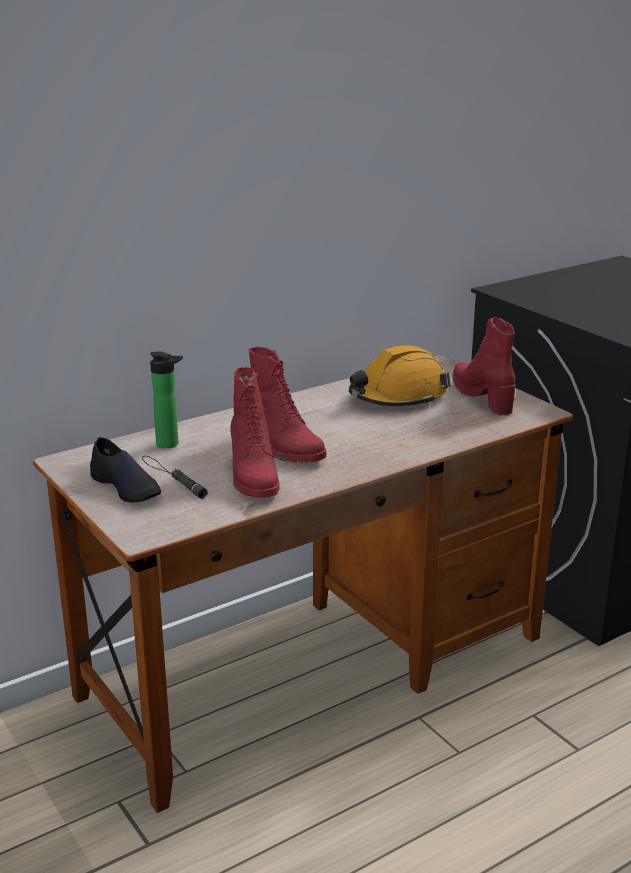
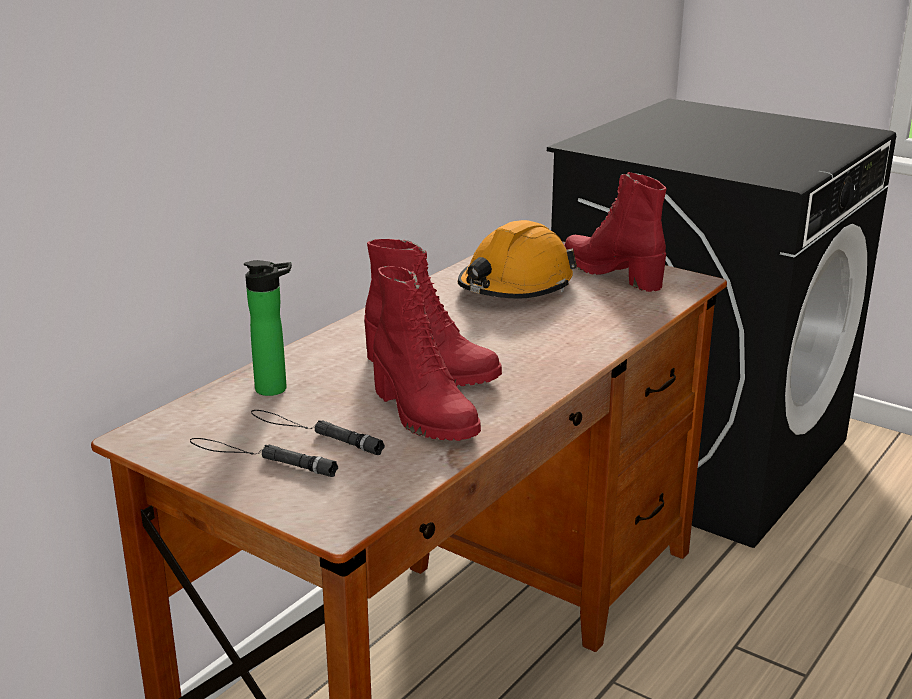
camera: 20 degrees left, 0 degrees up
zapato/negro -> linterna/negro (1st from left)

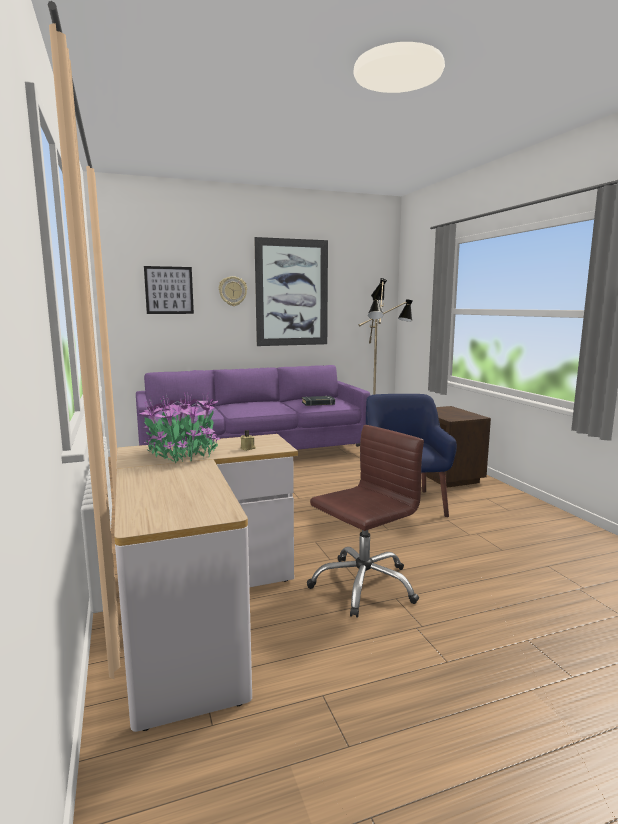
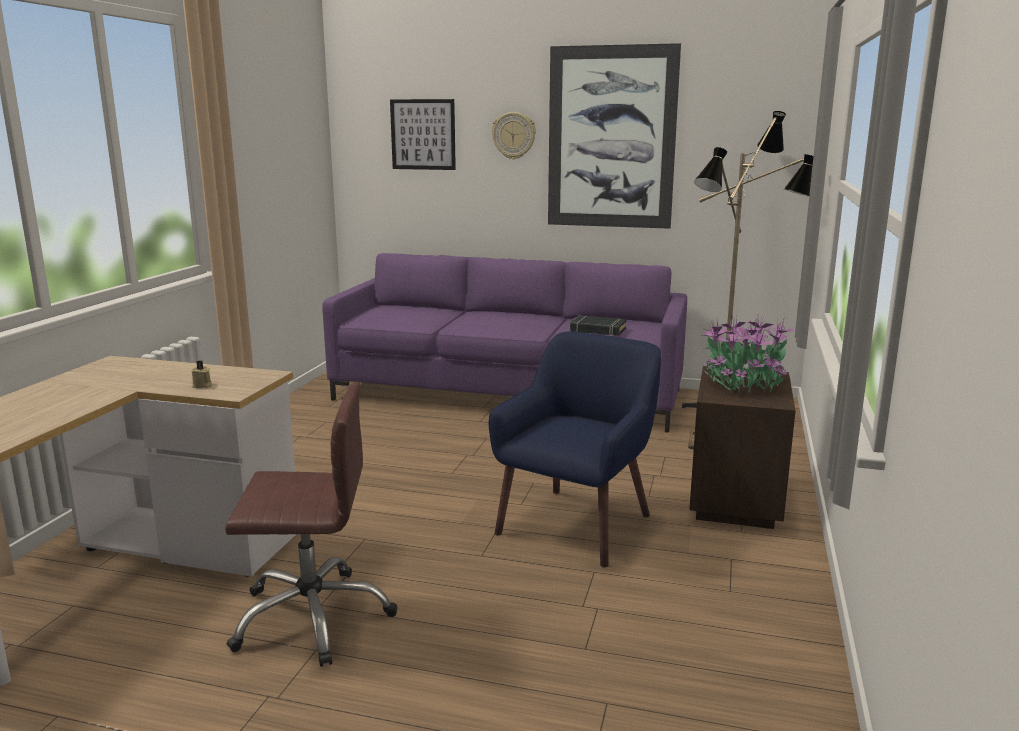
camera: 35 degrees right, 5 degrees up
planta en maceta, move

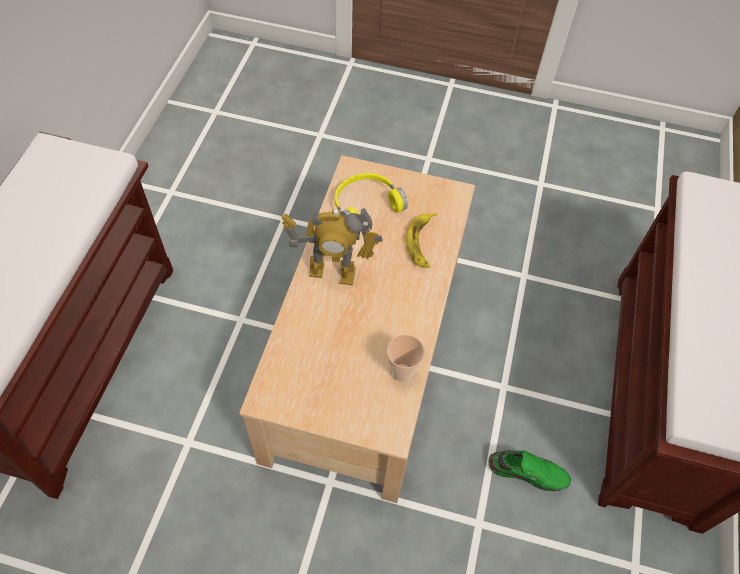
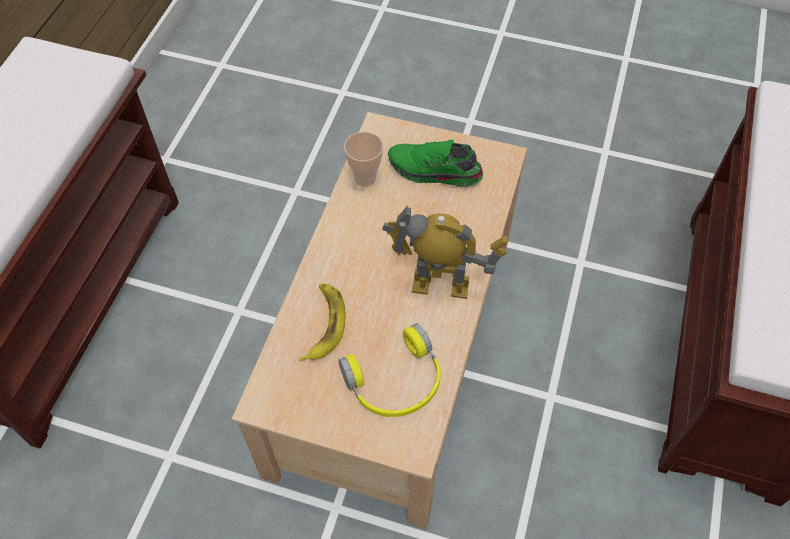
camera: 175 degrees left, 0 degrees up
zapato/verde, move

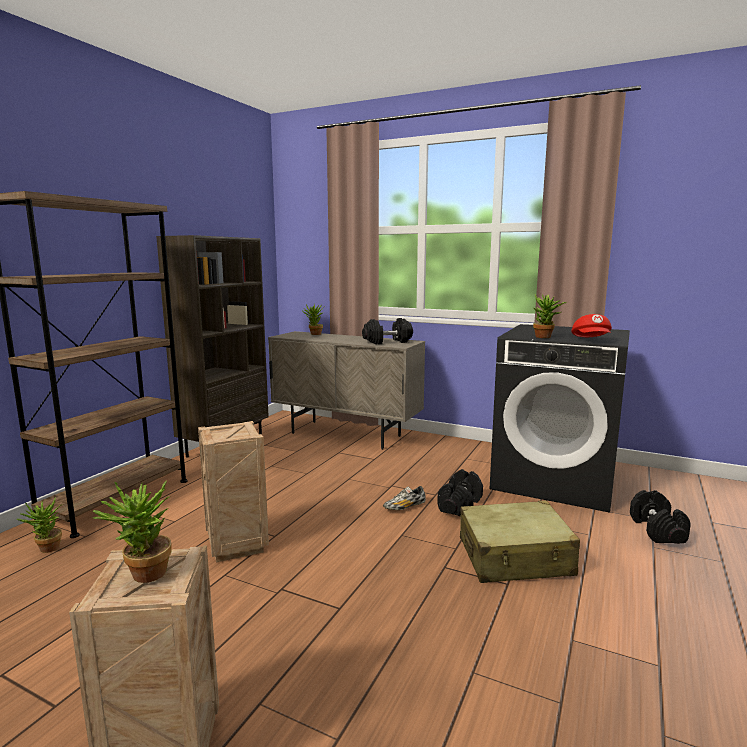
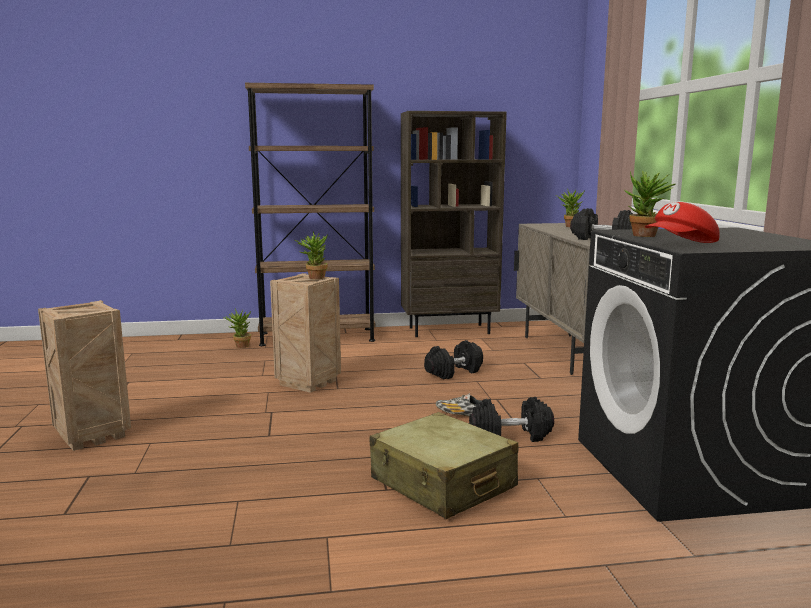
camera: 55 degrees right, 0 degrees up
planta en maceta (2nd from left), move
mancuerna/negro (3rd from left in the first image) -> mancuerna/negro (1st from left), move

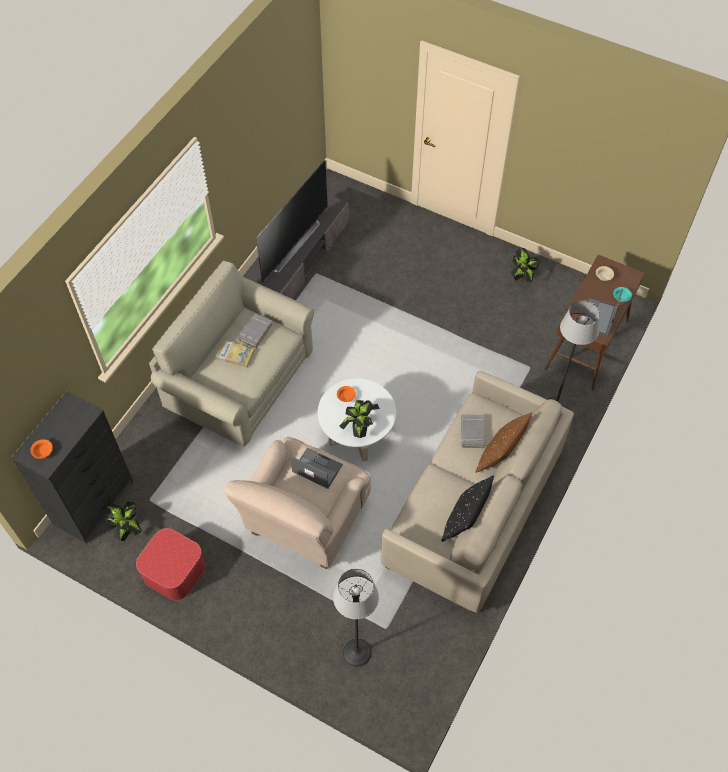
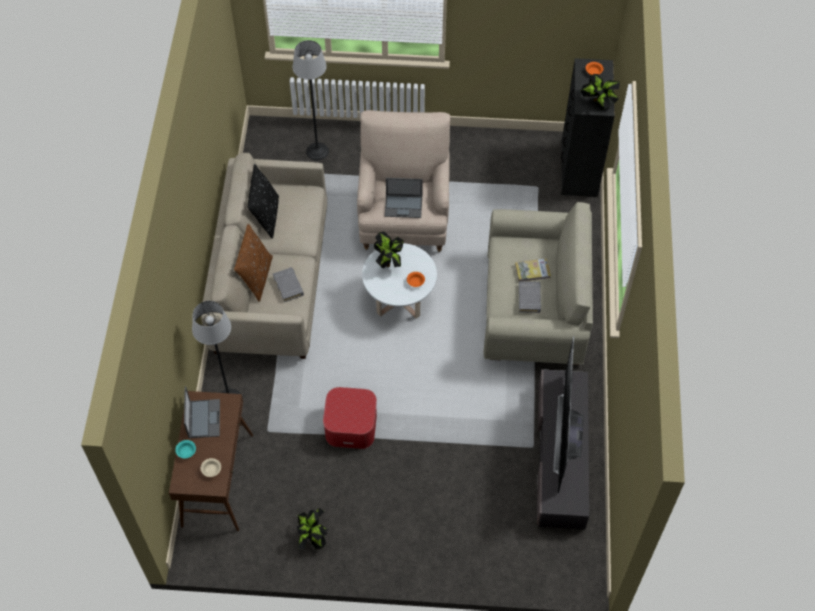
camera: 155 degrees right, 0 degrees up
planta en maceta (1st from left in the first image) -> planta en maceta (3rd from left), move
puf, move

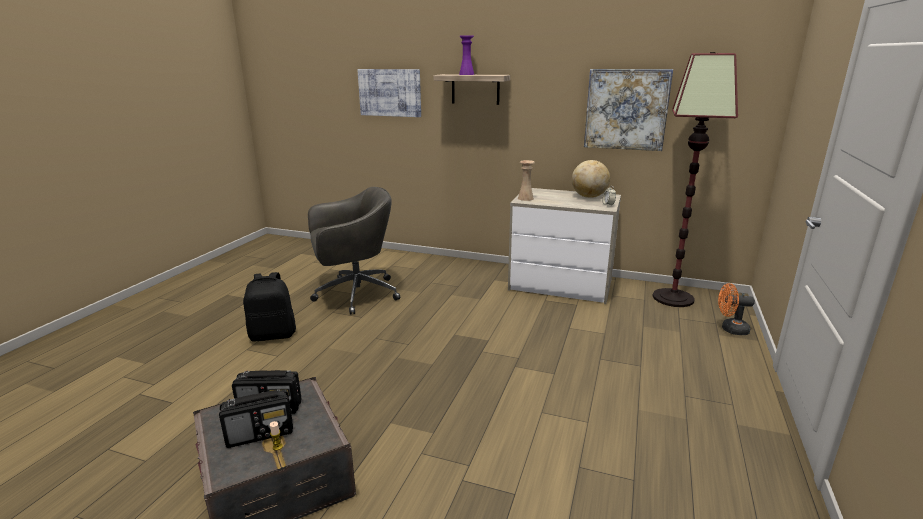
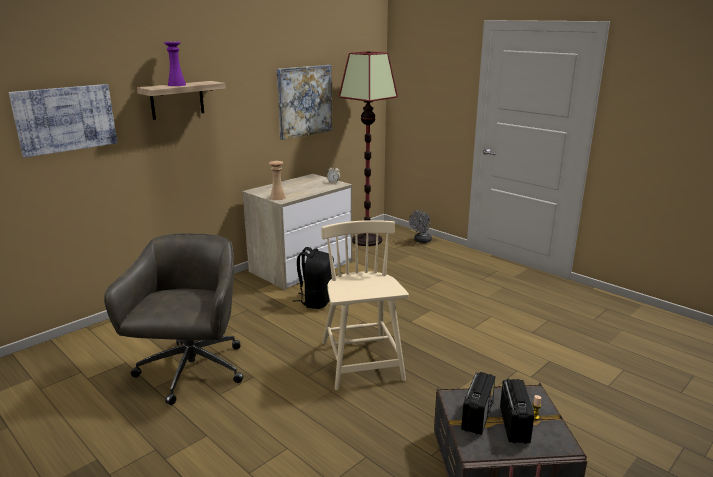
camera: 65 degrees left, 0 degrees up
mochila/negro, move
globo terráqueo -> none
ventilador/naranja -> ventilador/gris
none -> silla/beis

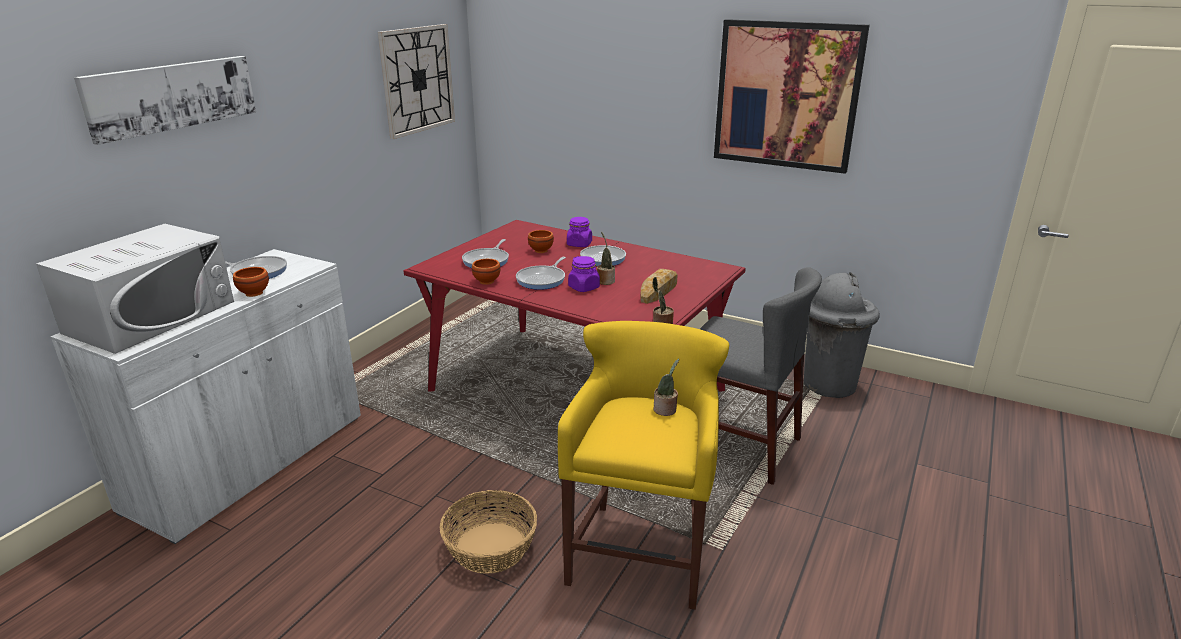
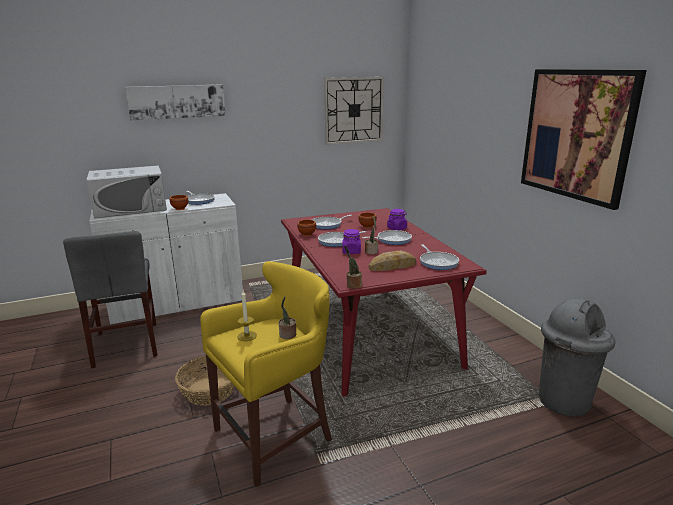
camera: 40 degrees right, 5 degrees down
silla/gris, move
none -> vela
none -> sartén (5th from left)

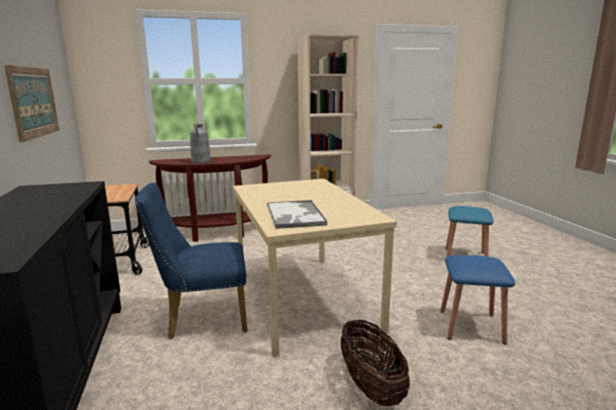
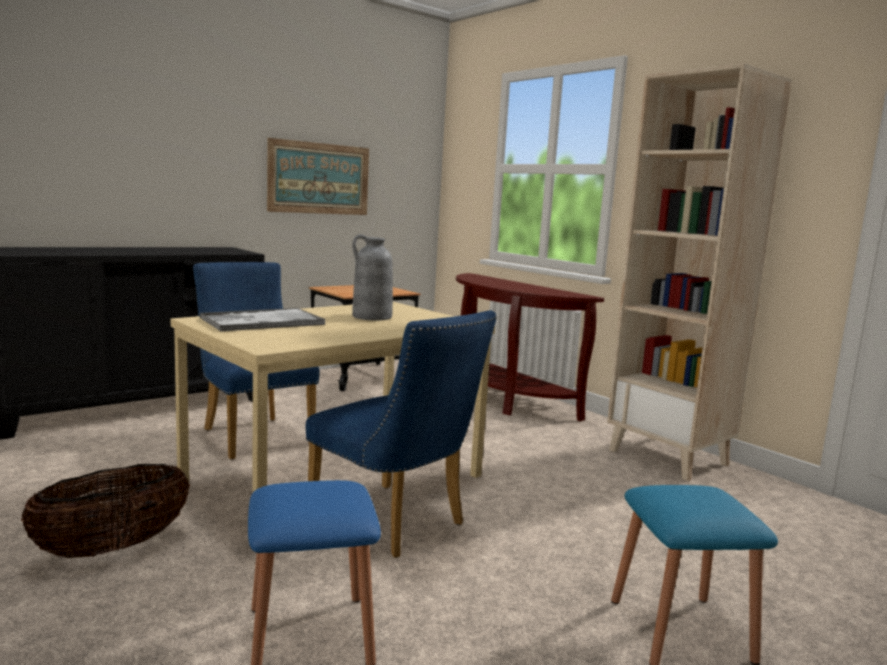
camera: 65 degrees right, 5 degrees down
florero/gris, move
none -> silla/azul (2nd from left)

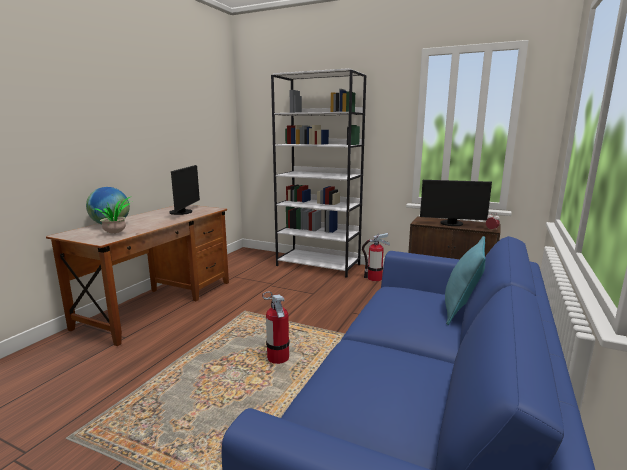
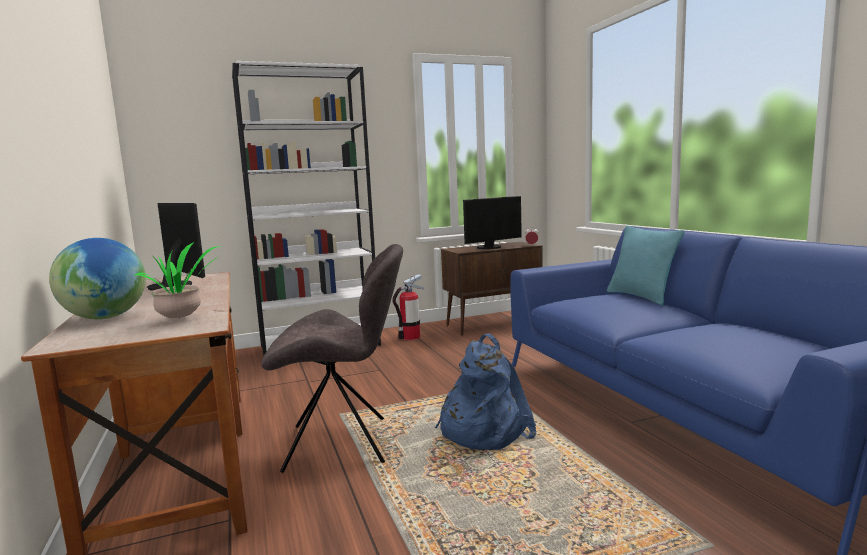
camera: 45 degrees left, 5 degrees down
extintor (1st from left) -> mochila/azul
none -> silla/gris

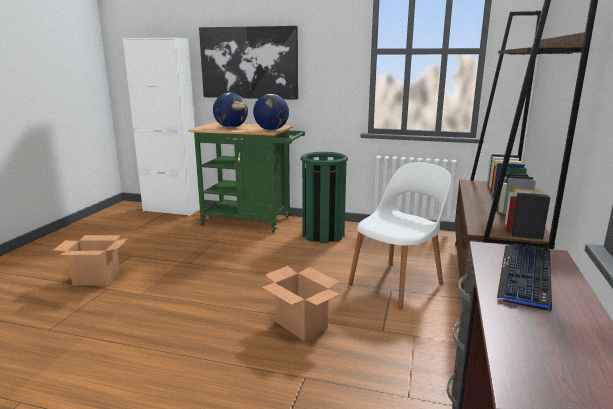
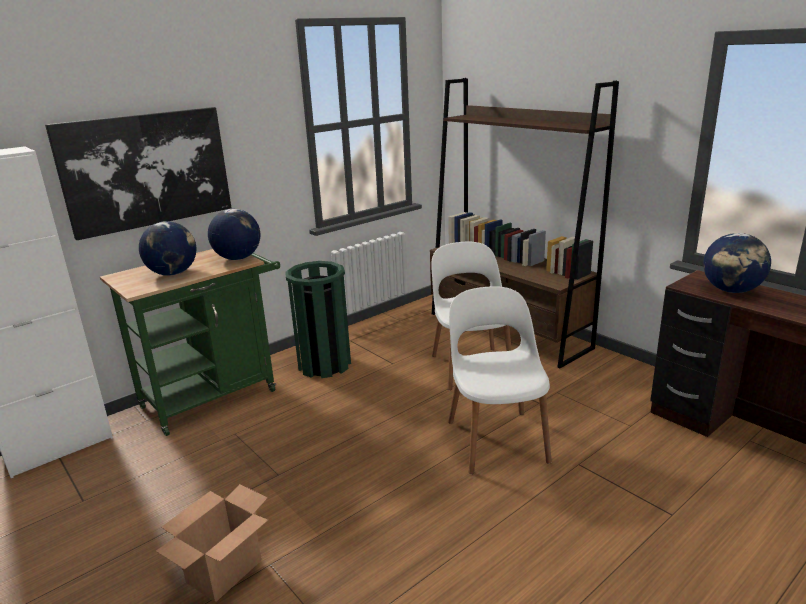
camera: 55 degrees left, 5 degrees up
caja de cartón (2nd from left) -> silla/blanco (2nd from left)
teclado -> globo terráqueo (3rd from left)

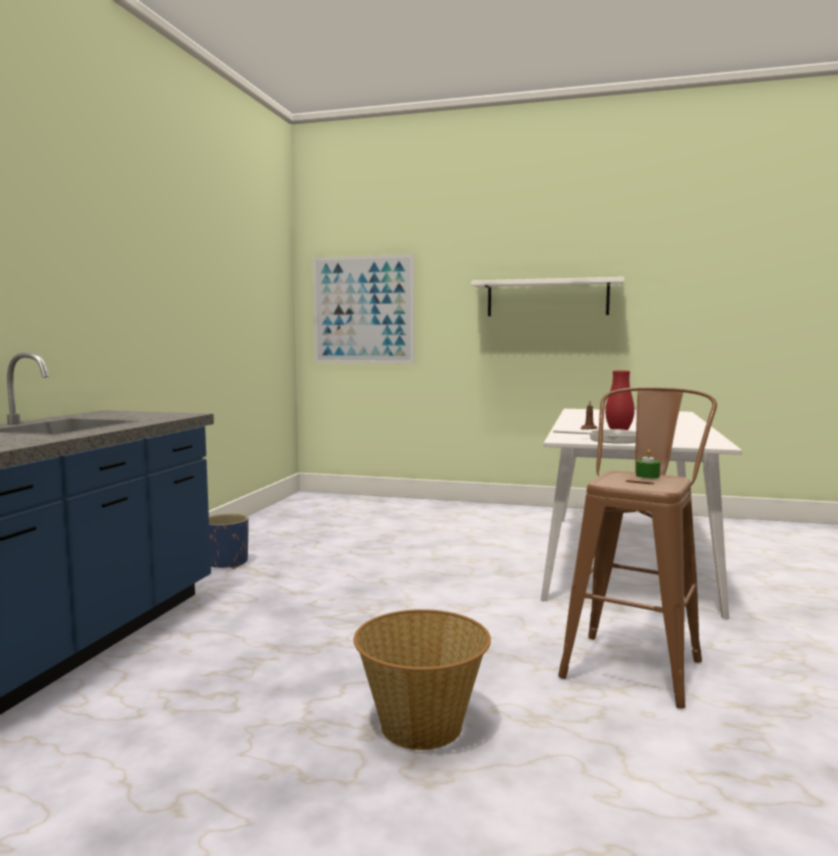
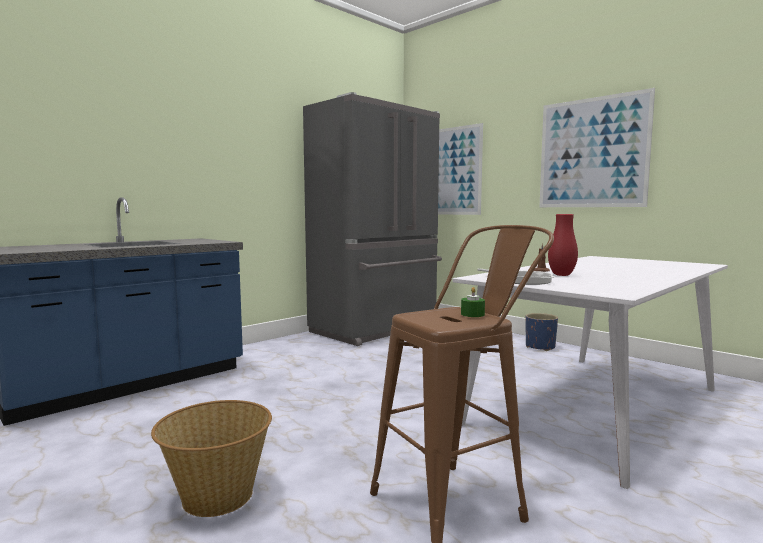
camera: 30 degrees right, 0 degrees up
maceta/azul, move
estante/blanco -> cuadro (2nd from left)
none -> nevera/gris

